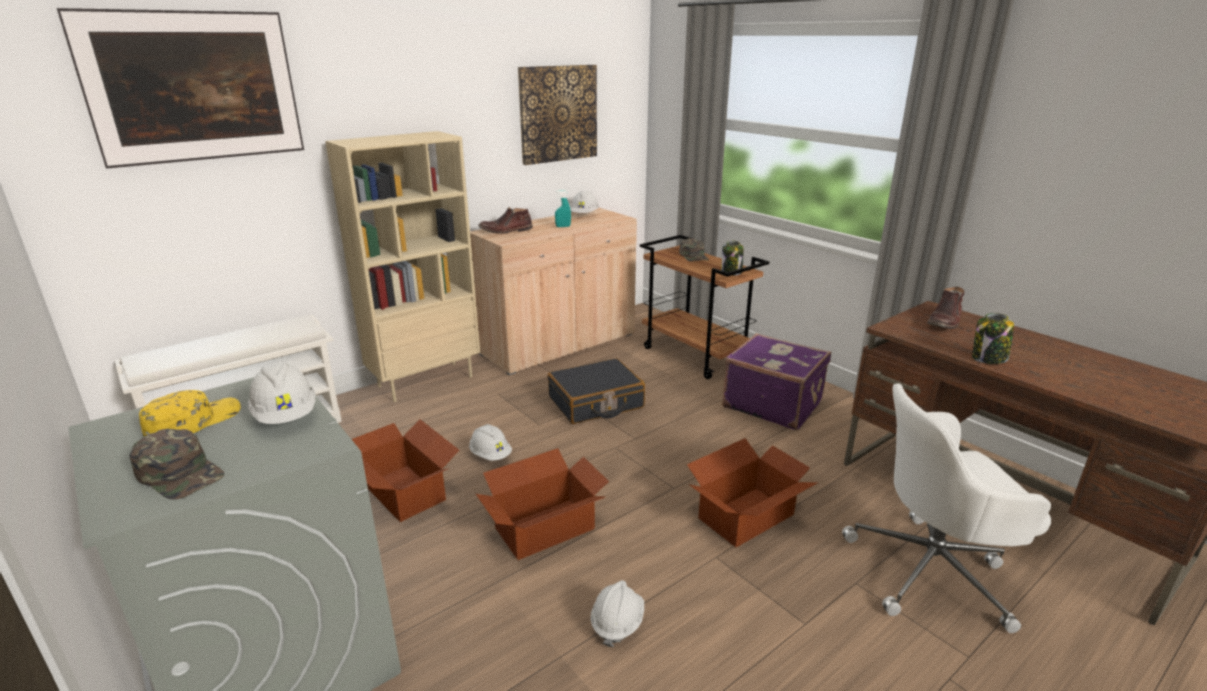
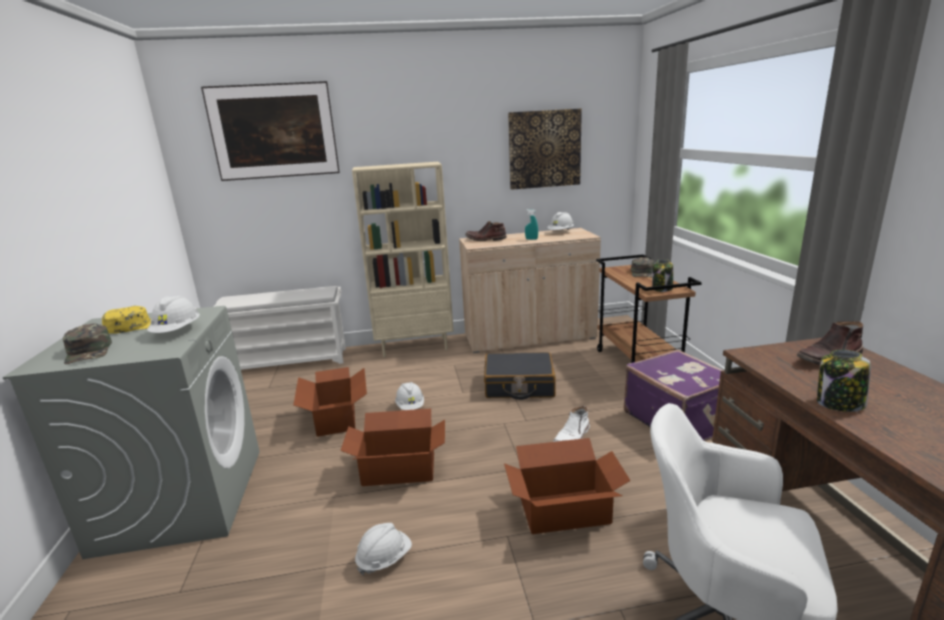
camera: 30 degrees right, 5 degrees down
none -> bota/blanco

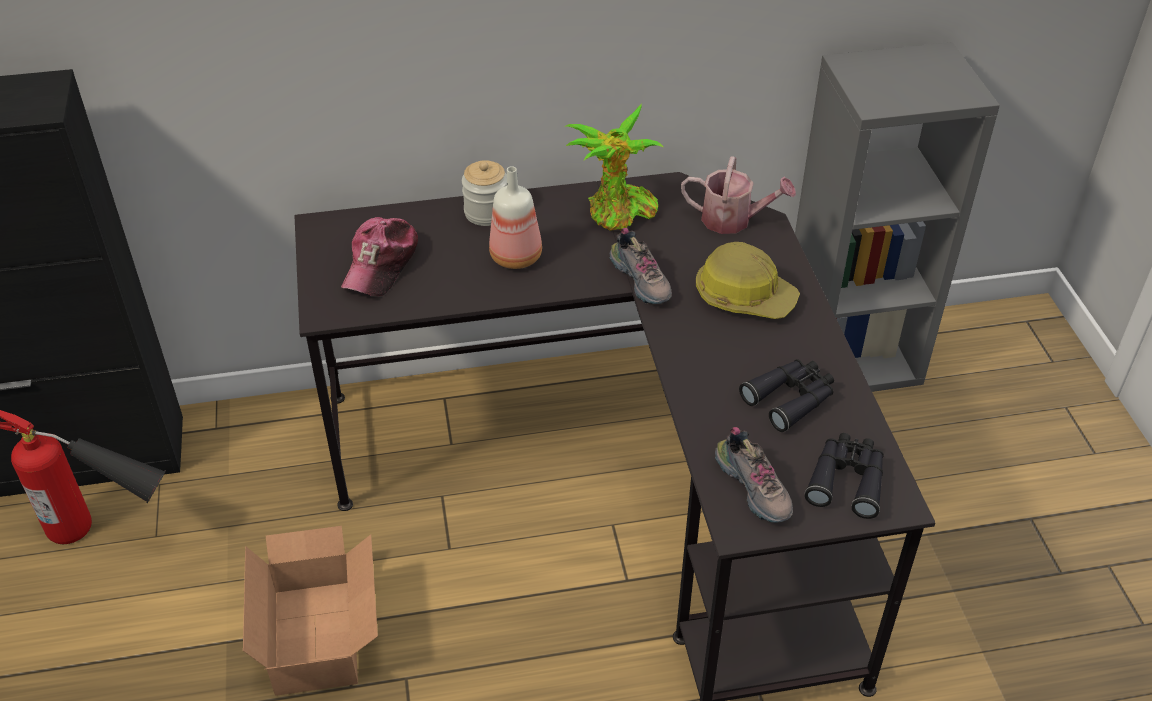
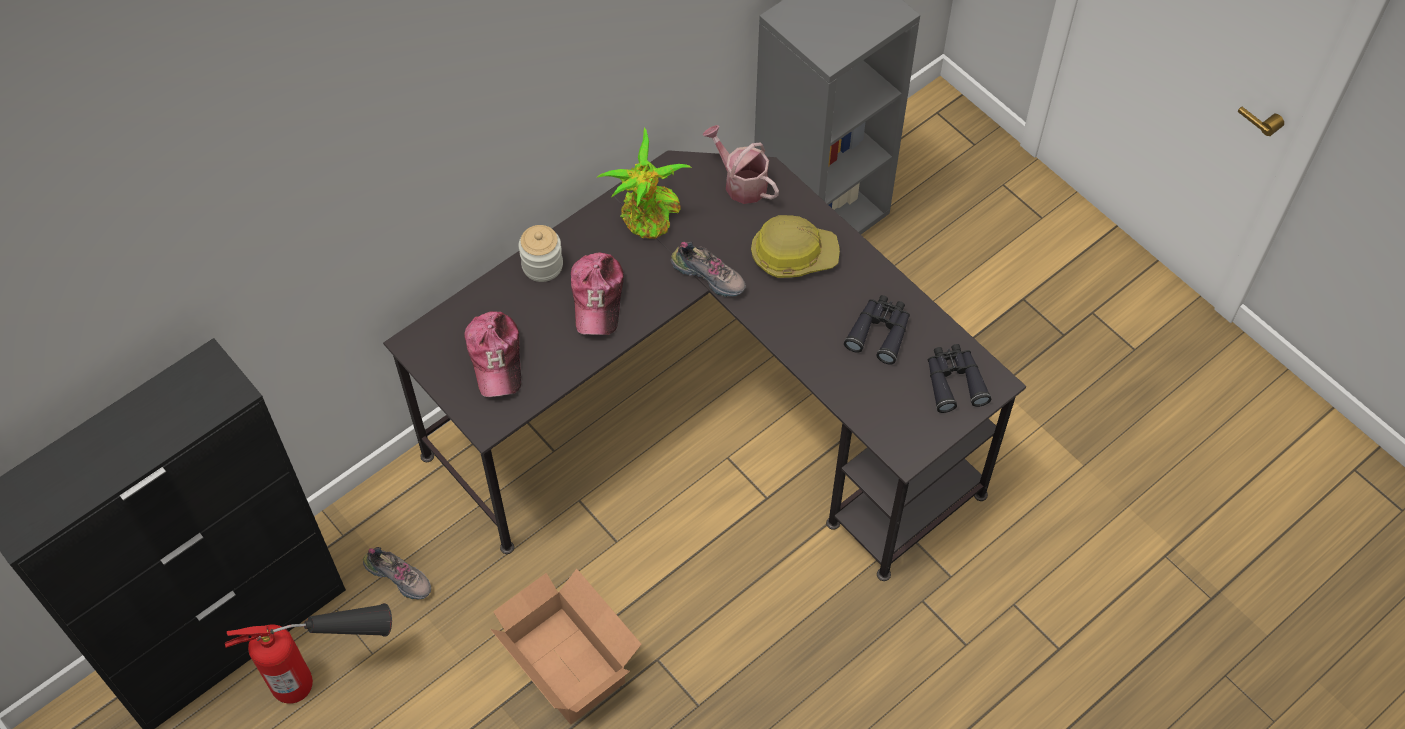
camera: 30 degrees left, 15 degrees up
botella -> gorra (2nd from left)
regadera, 120 degrees counterclockwise
zapato (2nd from left in the first image) -> zapato (1st from left), move

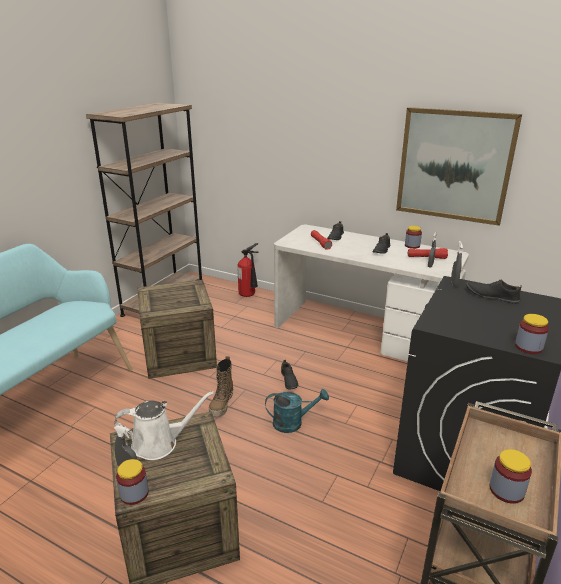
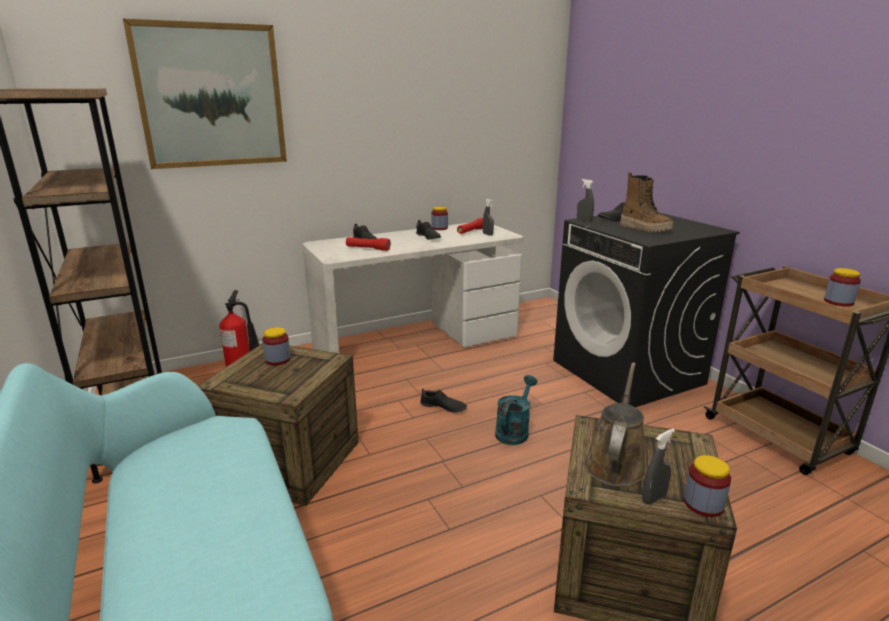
camera: 55 degrees left, 5 degrees down
regadera/blanco -> regadera/marrón
bota, move
cuadro, move
tarro (4th from left in the first image) -> tarro (1st from left), move

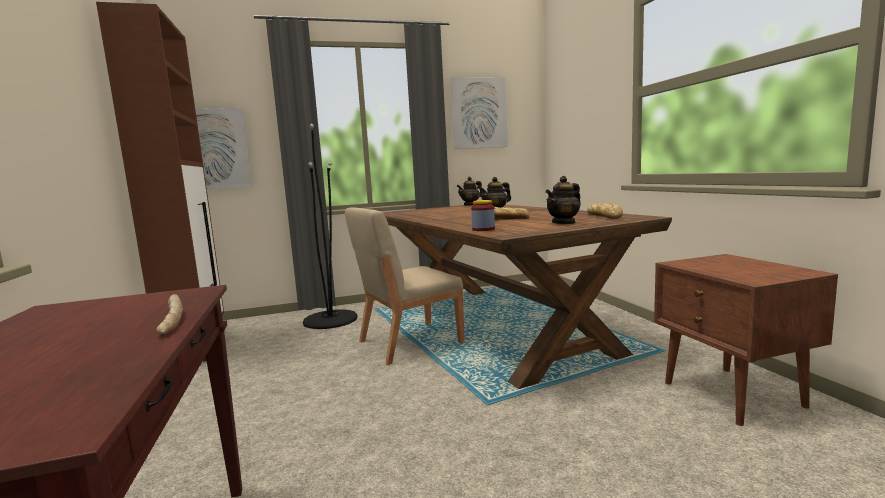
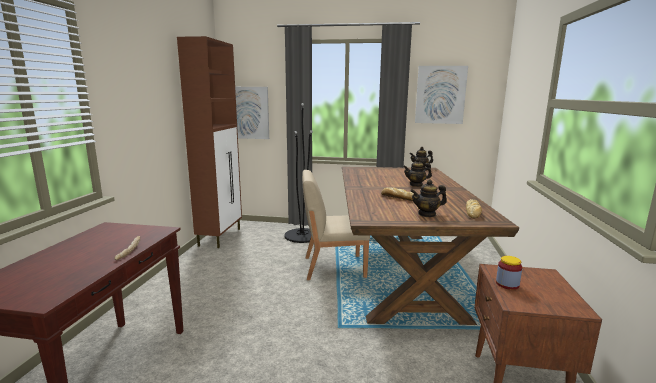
camera: 25 degrees right, 5 degrees up
tarro, move

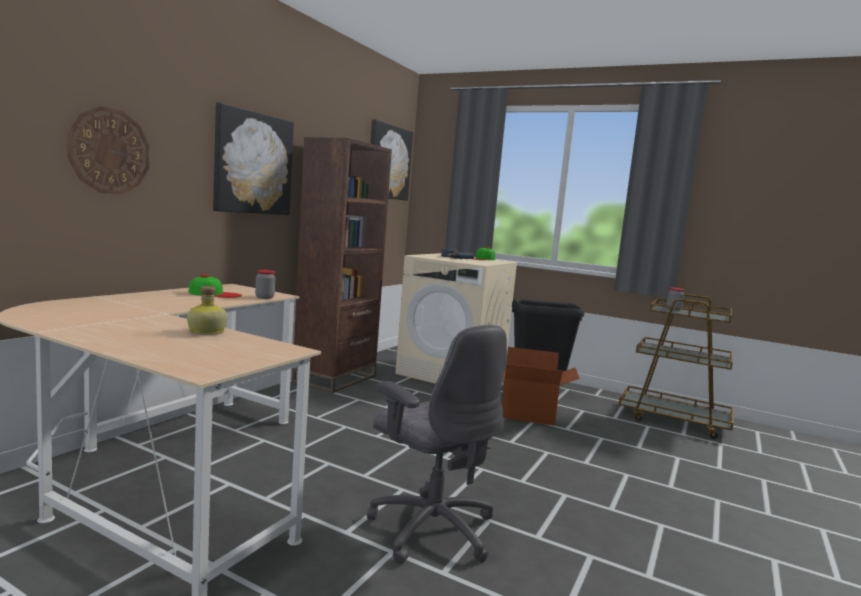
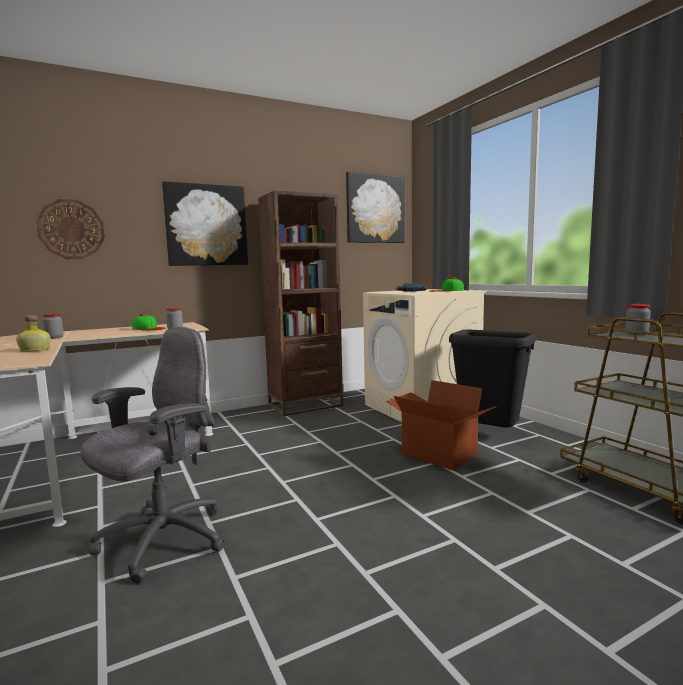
camera: 35 degrees right, 0 degrees up
silla de oficina/gris, 135 degrees counterclockwise
none -> tarro (1st from left)

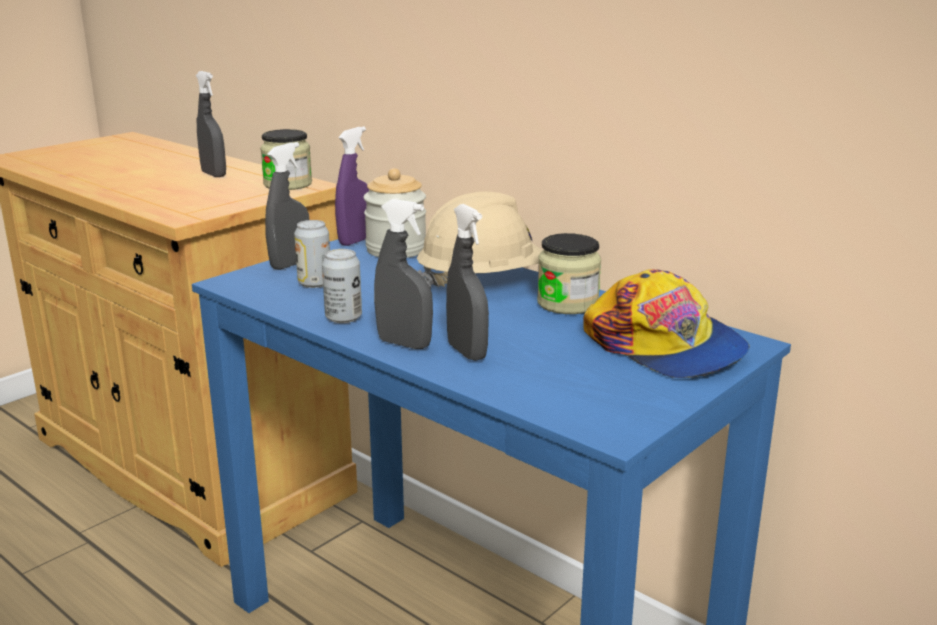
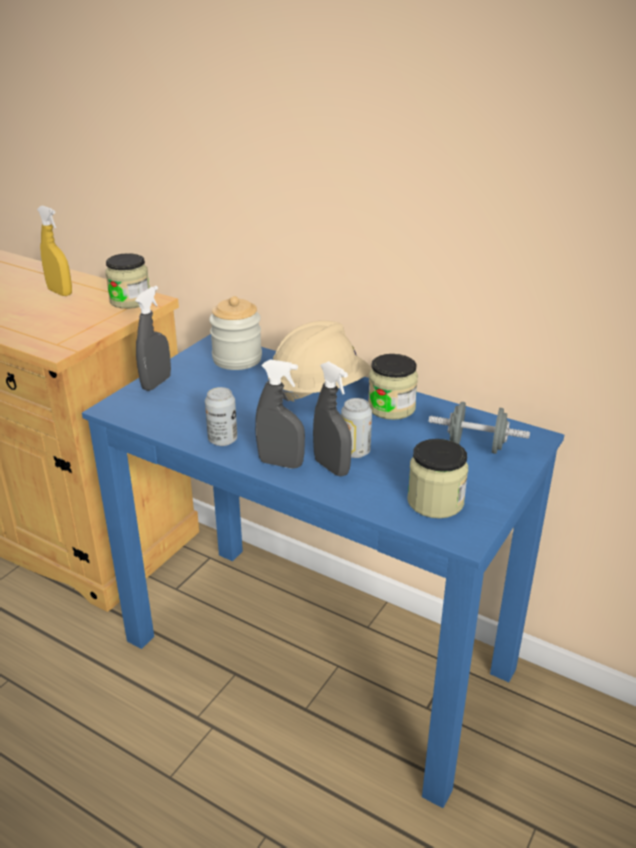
camera: 10 degrees left, 10 degrees up
pulverizador/gris (1st from left) -> pulverizador/amarillo
lata (1st from left in the first image) -> lata (2nd from left), move
pulverizador/morado -> none
gorra -> mancuerna/gris
none -> tarro (4th from left)

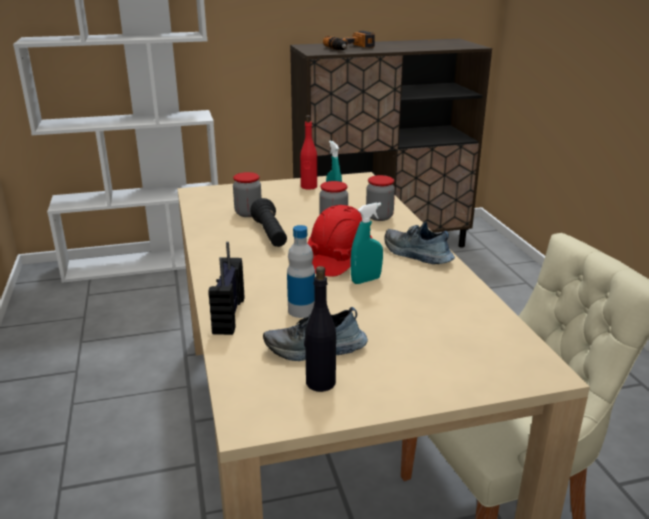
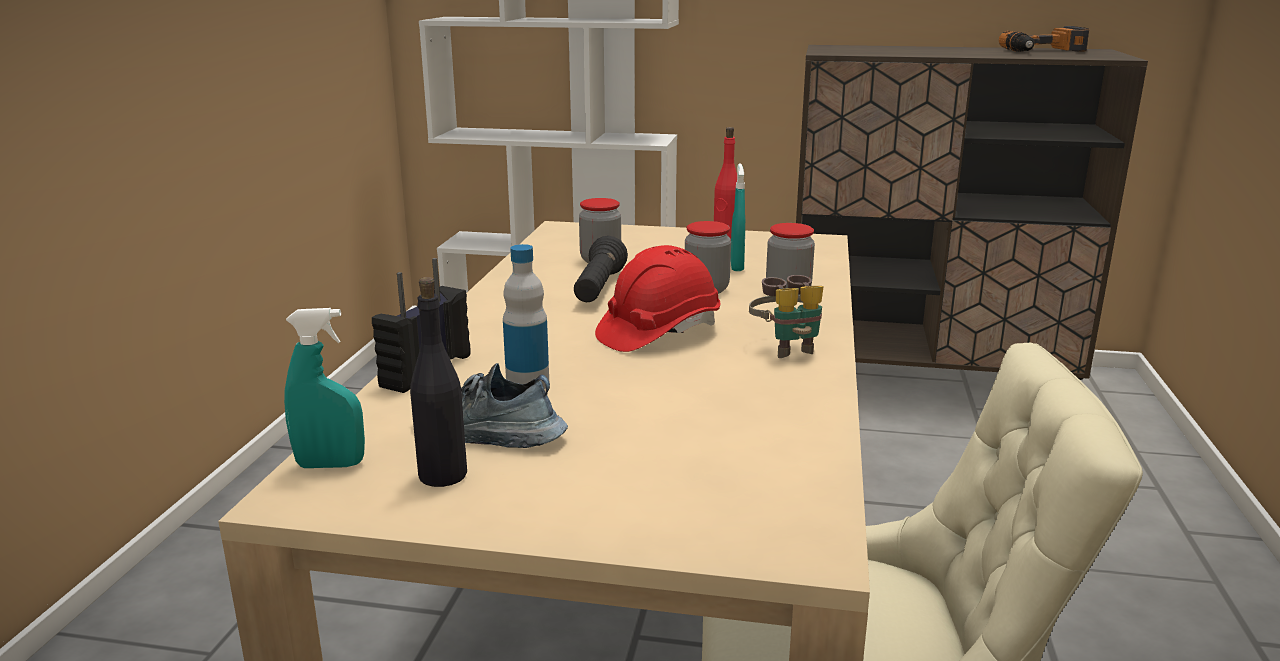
camera: 25 degrees right, 5 degrees down
taladro, move
pulverizador/turquesa (2nd from left in the first image) -> pulverizador/turquesa (1st from left), move
zapato (2nd from left) -> prismáticos

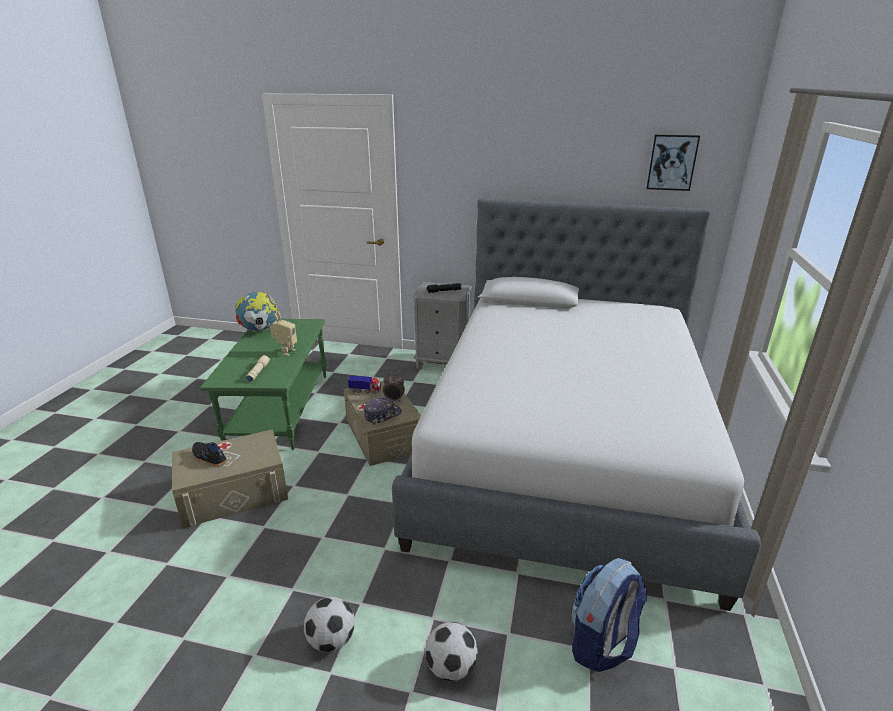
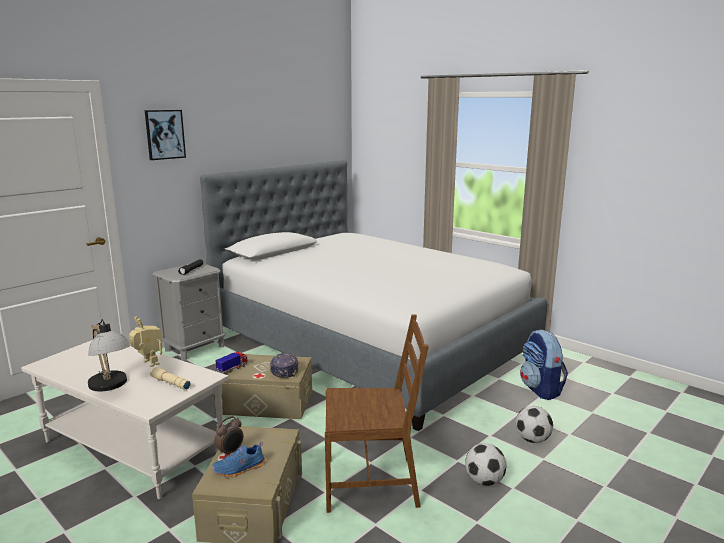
camera: 60 degrees left, 10 degrees down
zapato/negro -> zapato/azul
mesa de centro/verde -> mesa de centro/blanco
globo terráqueo -> none
despertador, move
cuadro, move
none -> lámpara de mesa
none -> silla/marrón

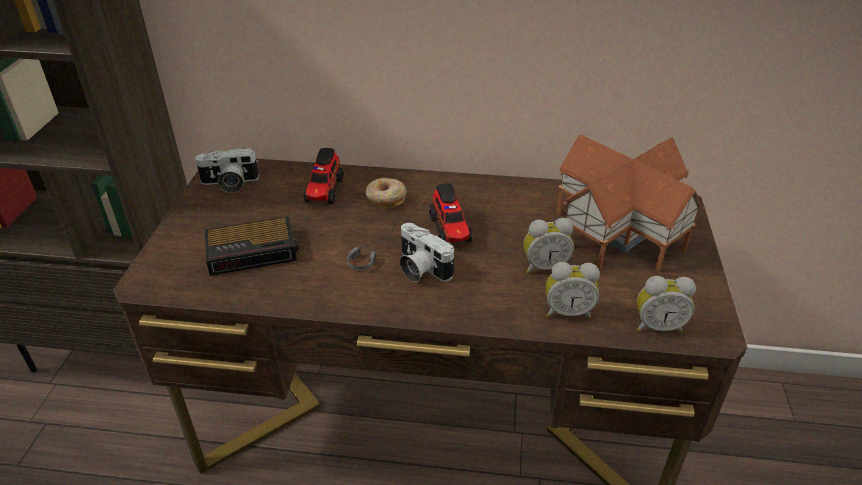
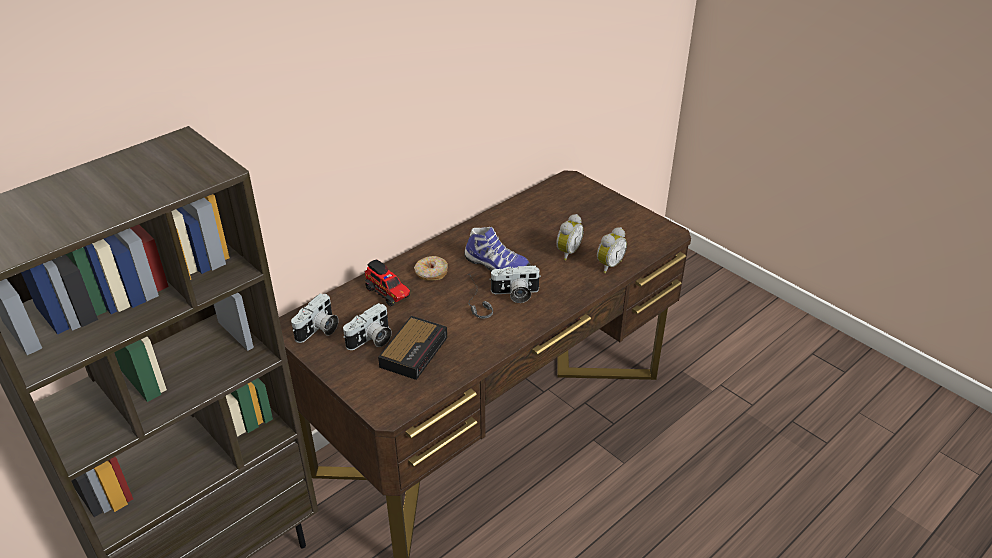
camera: 50 degrees left, 0 degrees up
camión de juguete (2nd from left) -> zapato
casita -> none
despertador (4th from left) -> none
none -> cámara (2nd from left)

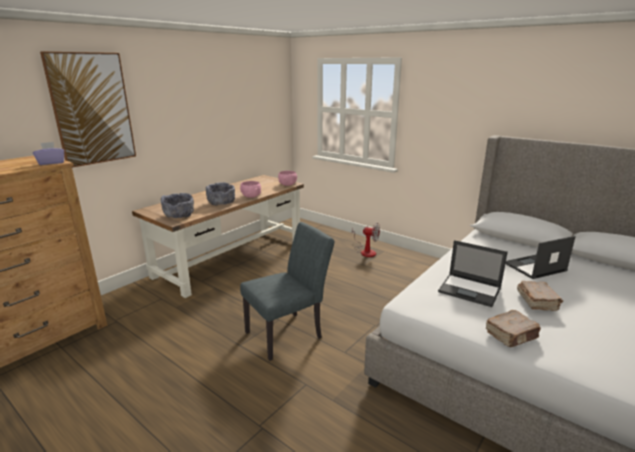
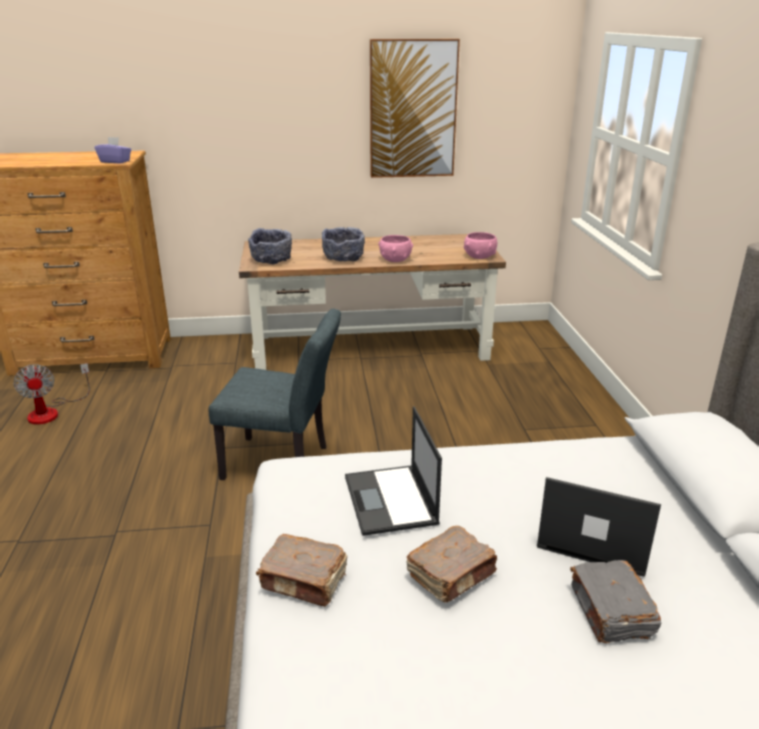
camera: 45 degrees right, 5 degrees up
cuadro, move
ventilador, move
none -> libro/gris

